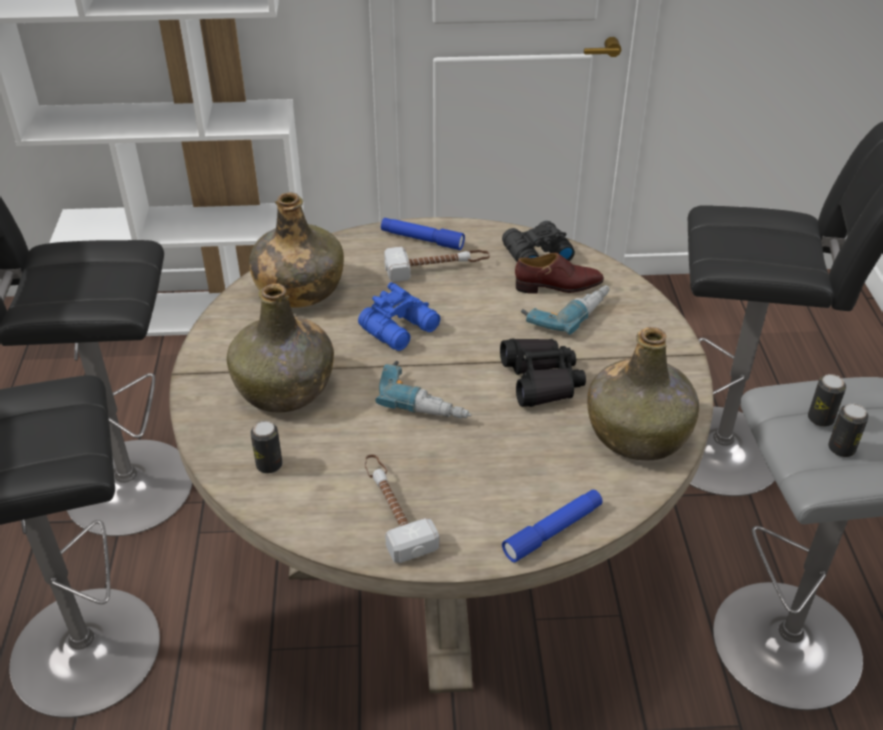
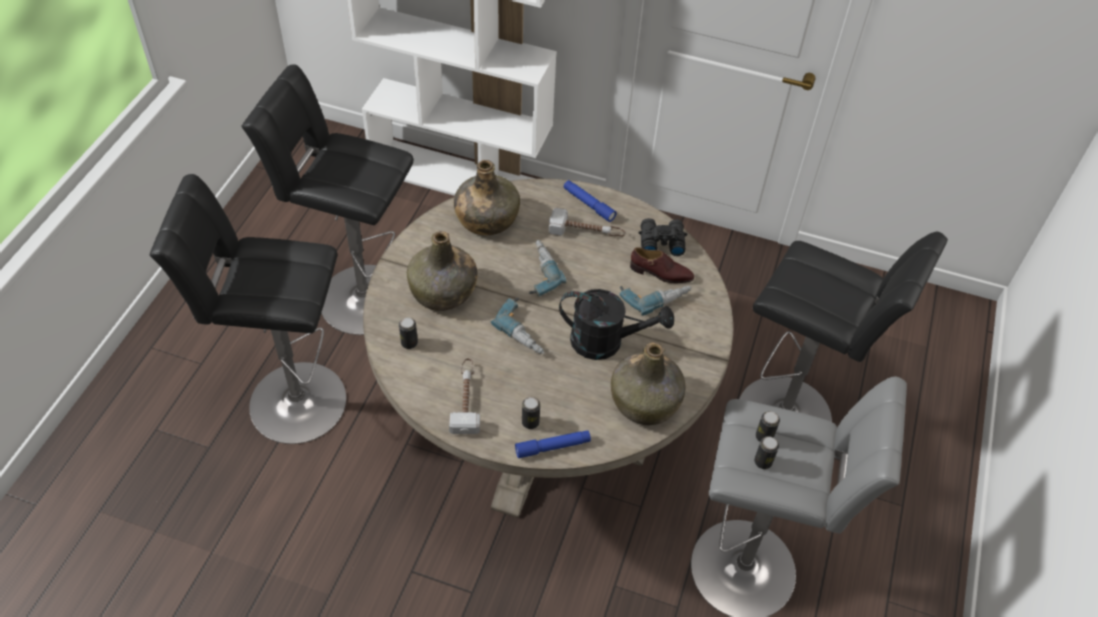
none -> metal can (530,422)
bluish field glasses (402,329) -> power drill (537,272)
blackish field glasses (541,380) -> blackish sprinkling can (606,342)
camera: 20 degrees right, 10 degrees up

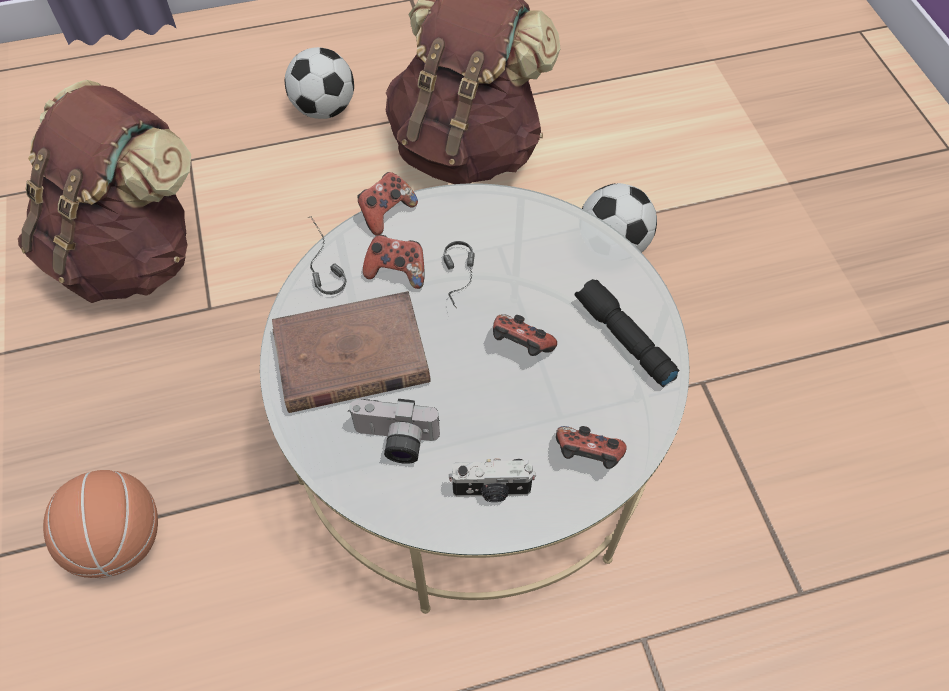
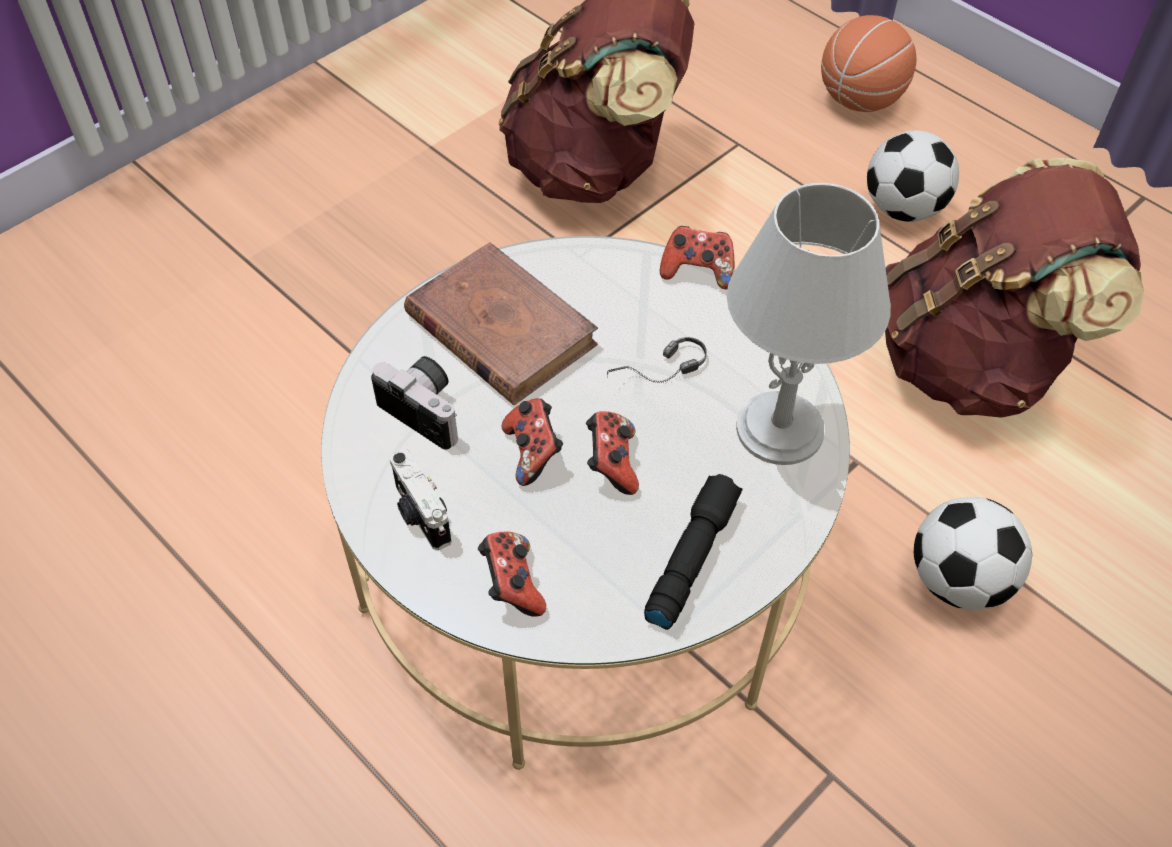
still camera (395,441) -> still camera (427,409), 150 degrees clockwise
game controller (397,271) -> game controller (533,452), move
none -> grey table lamp (780,428)
basketball ball (120,540) -> basketball ball (860,100), move
headphones (319,264) -> none
camera: 60 degrees right, 5 degrees down

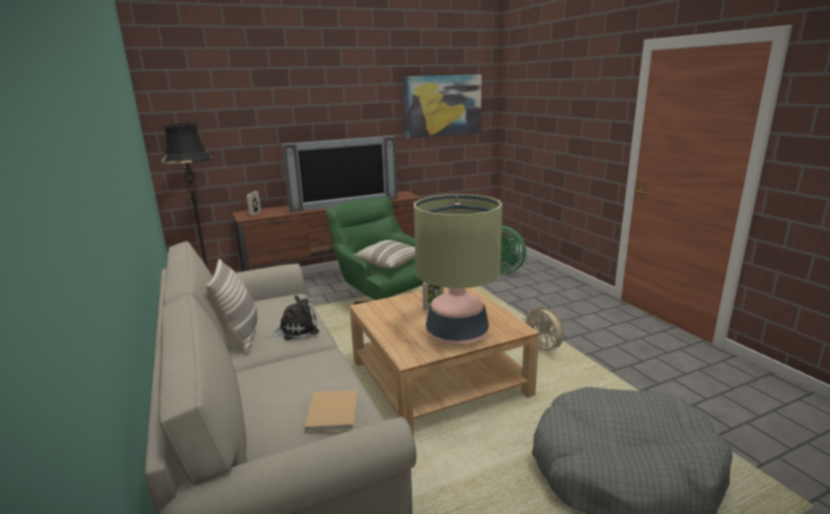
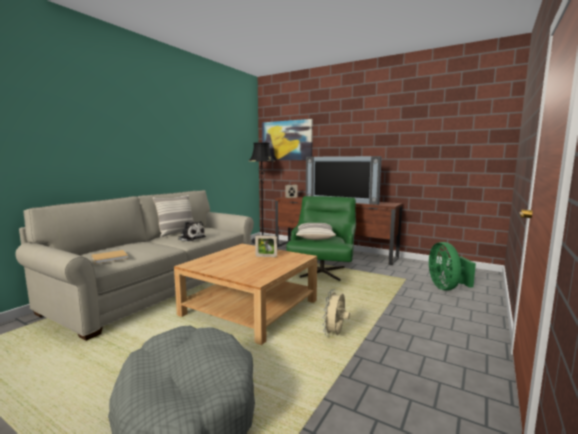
wall picture (442,105) -> wall picture (286,140), move
table lamp (457,334) -> none
camera: 55 degrees right, 10 degrees down

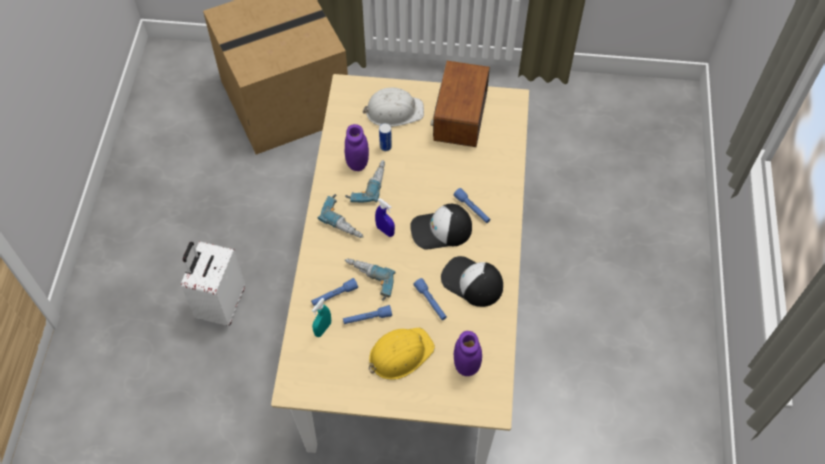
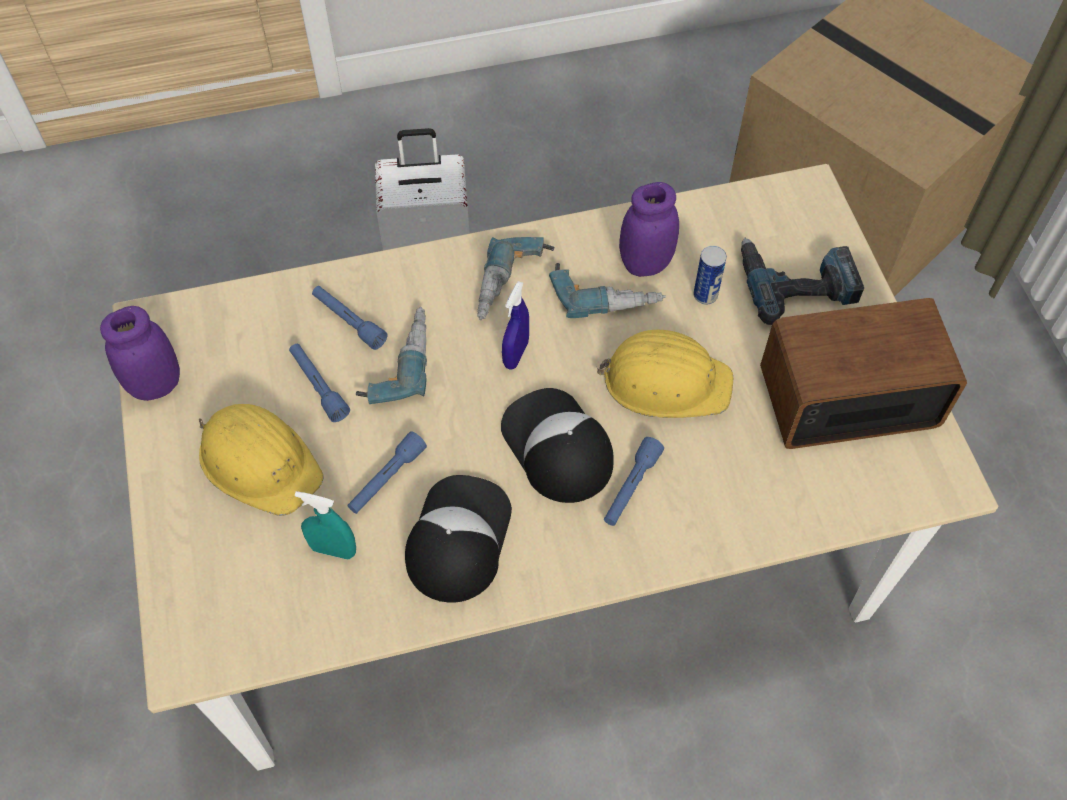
purplish preserve jar (466,365) -> purplish preserve jar (156,385), move
blue-green sprayer (323,329) -> blue-green sprayer (333,550), move
none -> yellow work helmet (665,381)
white-coloured work helmet (393,111) -> power drill (796,281)
camera: 70 degrees right, 0 degrees up

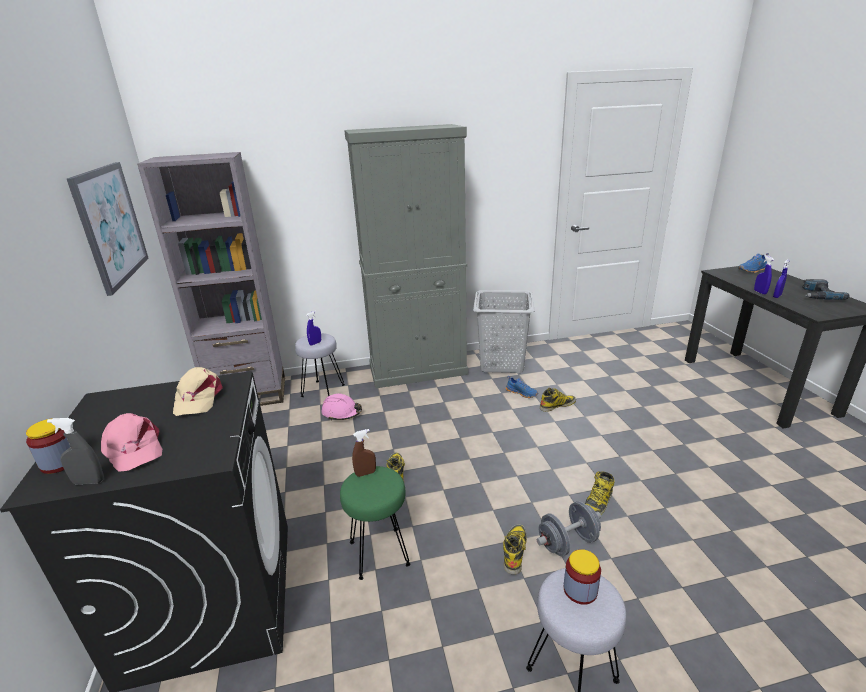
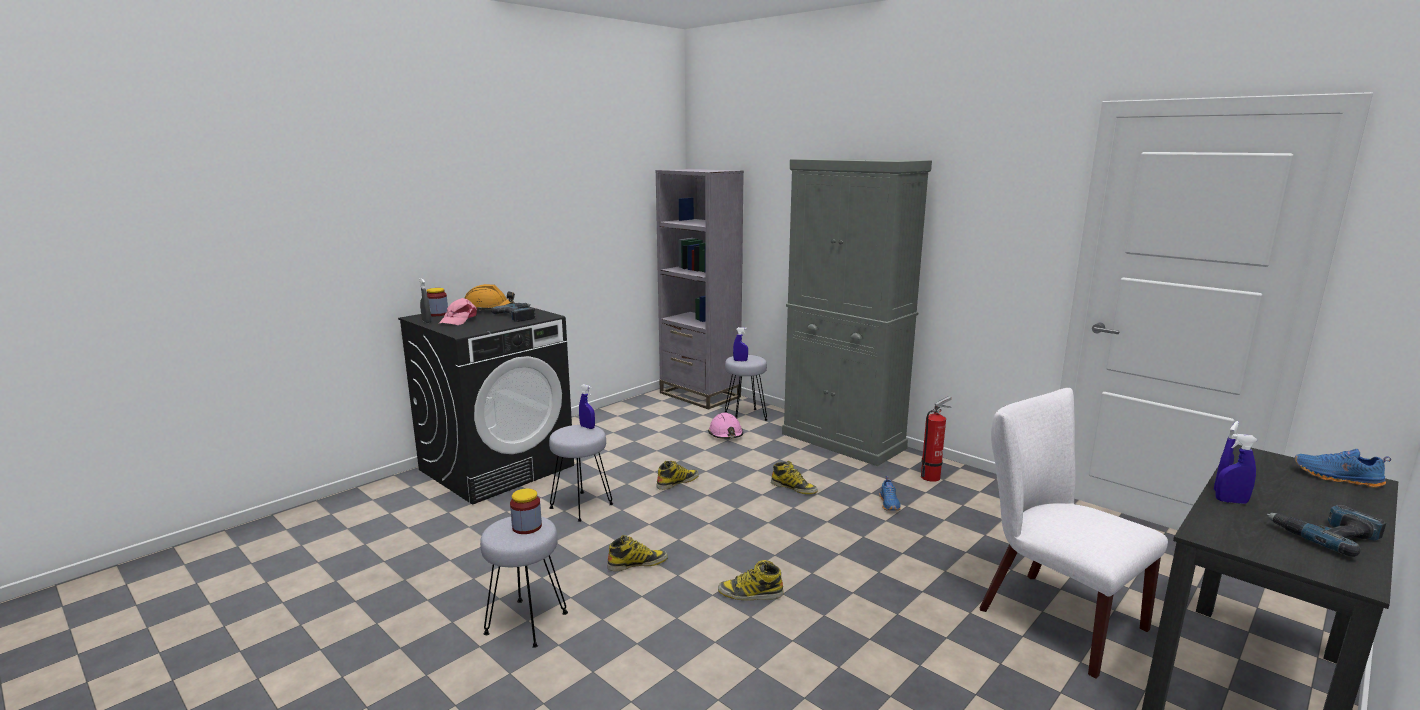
none -> orangey work helmet (488,308)
sand-coloured baseball cap (198,398) -> power drill (519,316)
green stool seat (380,553) -> grey stool seat (581,507)
brown sprayer (365,473) -> bluish sprayer (587,427)
tall boot (557,405) -> tall boot (794,488), move
grey laundry basket (501,363) -> fire extinguisher (932,476)
none -> white-coloured upright chair (1050,615)
wall picture (111,225) -> none
grey dumbbell (567,542) -> none
camera: 55 degrees right, 10 degrees down

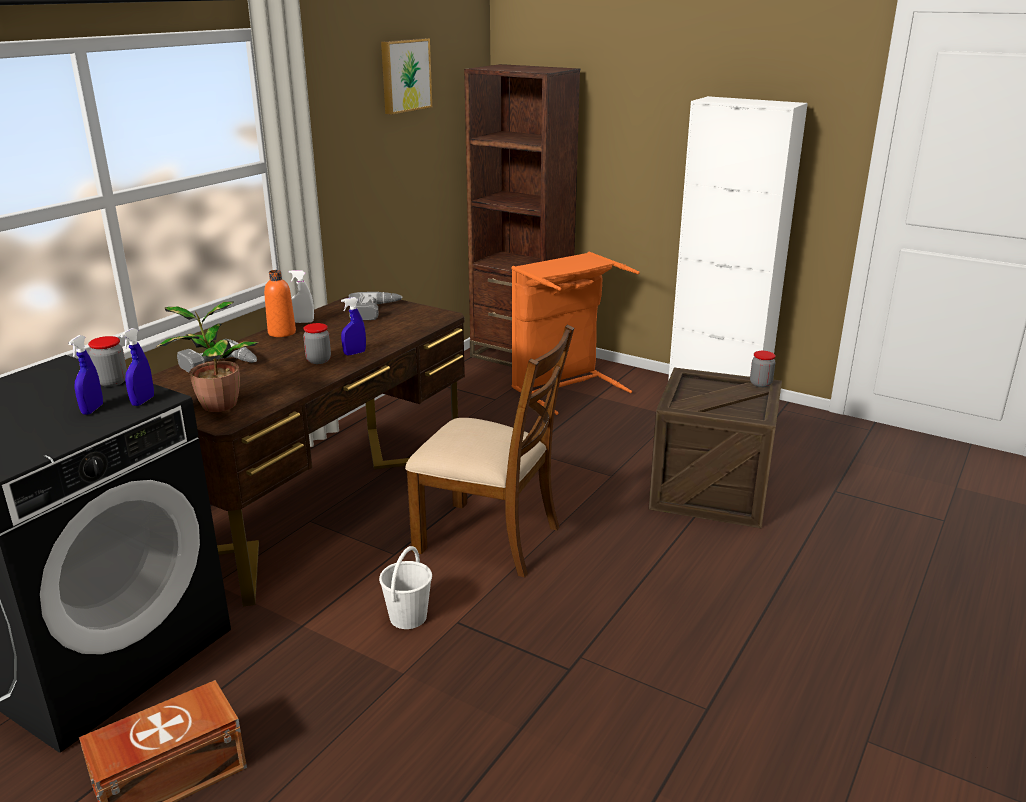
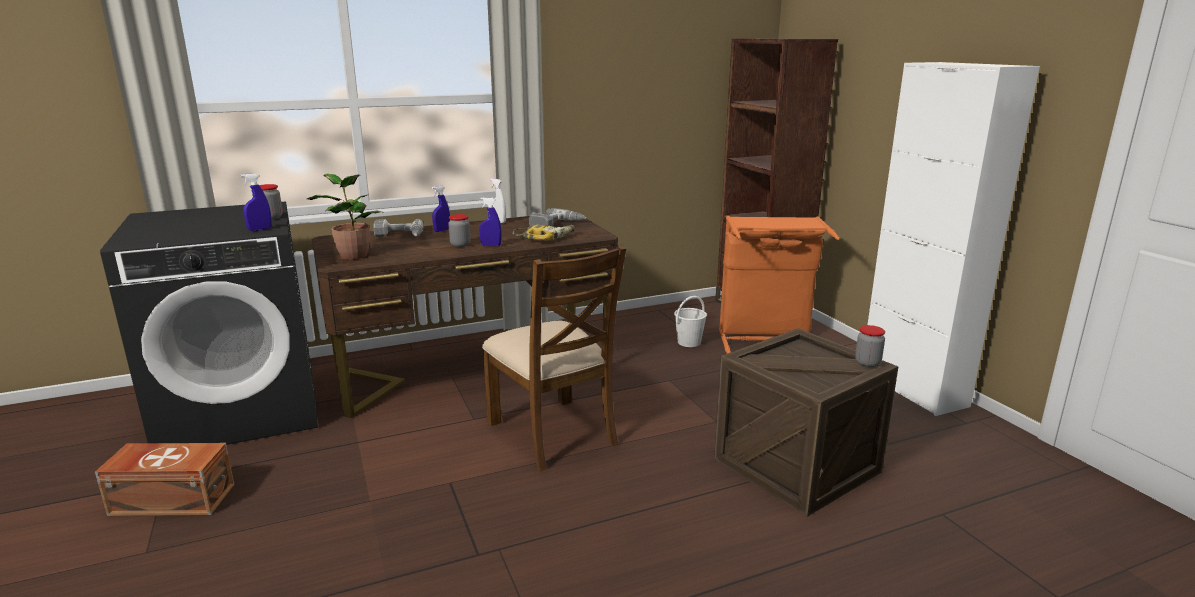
bluish sprayer (92,409) -> bluish sprayer (442,230), move
none -> power drill (545,237)
white-coloured pail (408,617) -> white-coloured pail (689,342), move
orangey bottle (282,333) -> none
wall picture (404,75) -> none
camera: 35 degrees right, 5 degrees down

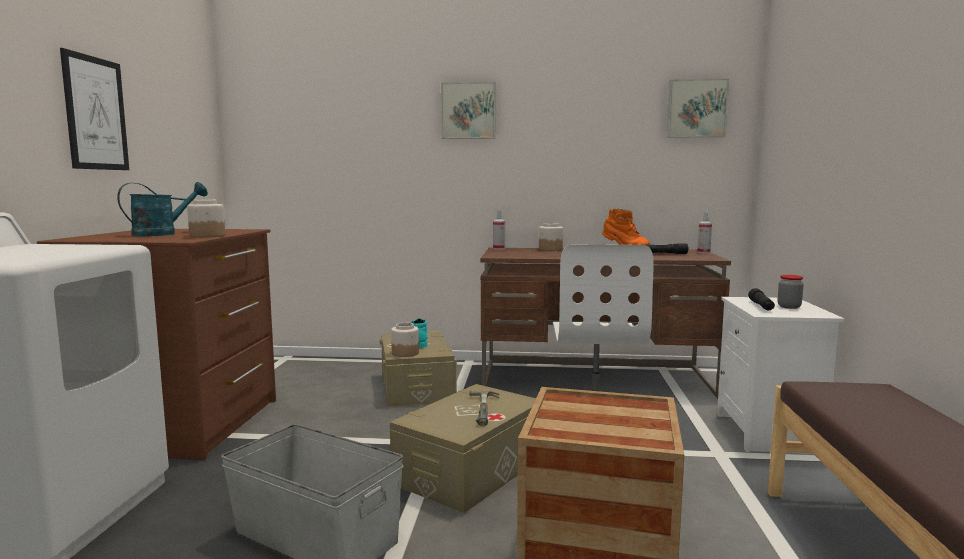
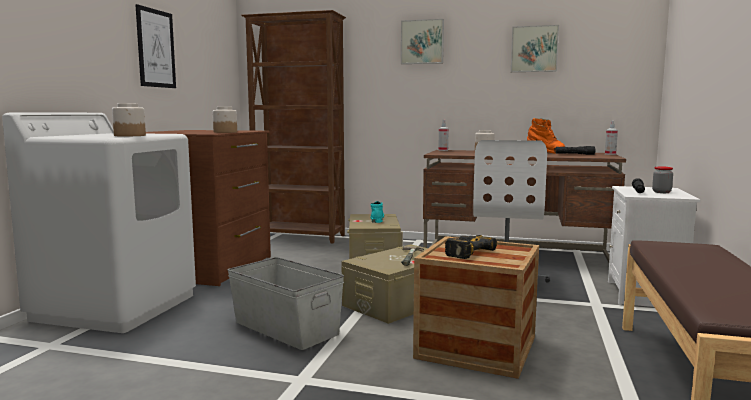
preserve jar (405,353) -> preserve jar (130,135), move
none -> brown bookcase (299,237)
none -> power drill (464,251)
wall picture (696,108) -> wall picture (534,49), move
blue-green sprinkling can (162,234) -> none
camera: 10 degrees right, 0 degrees up

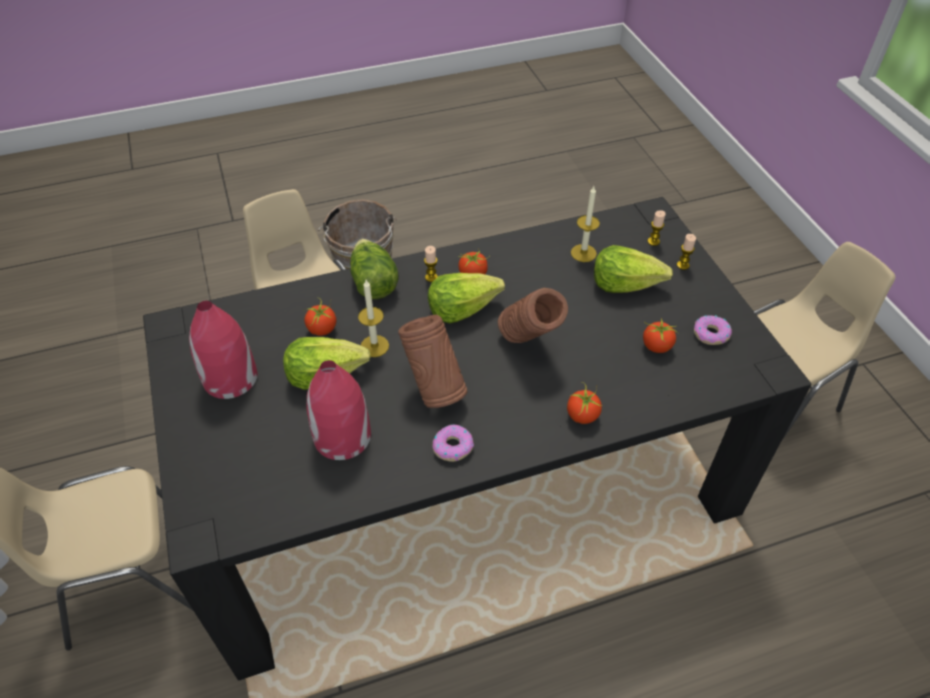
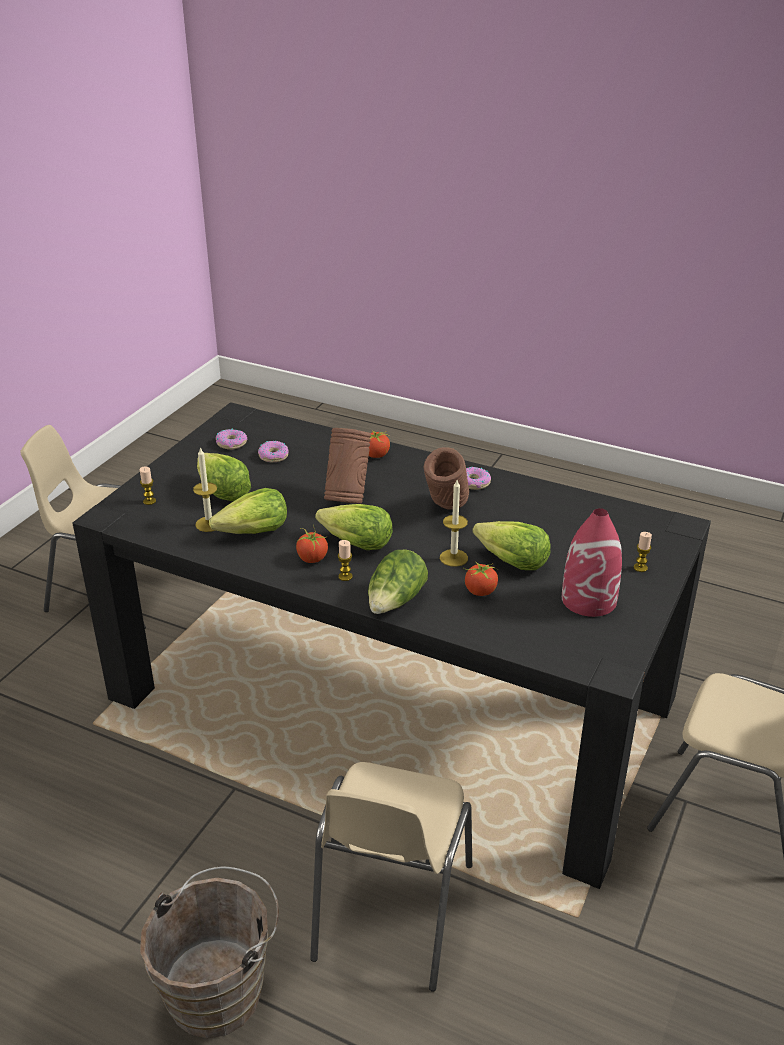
none -> lettuce (254,532)
whole tomato (656,346) -> ring doughnut (274,456)
candle (682,265) -> candle (640,568), move
reddish vase (342,437) -> none
camera: 135 degrees left, 15 degrees down

